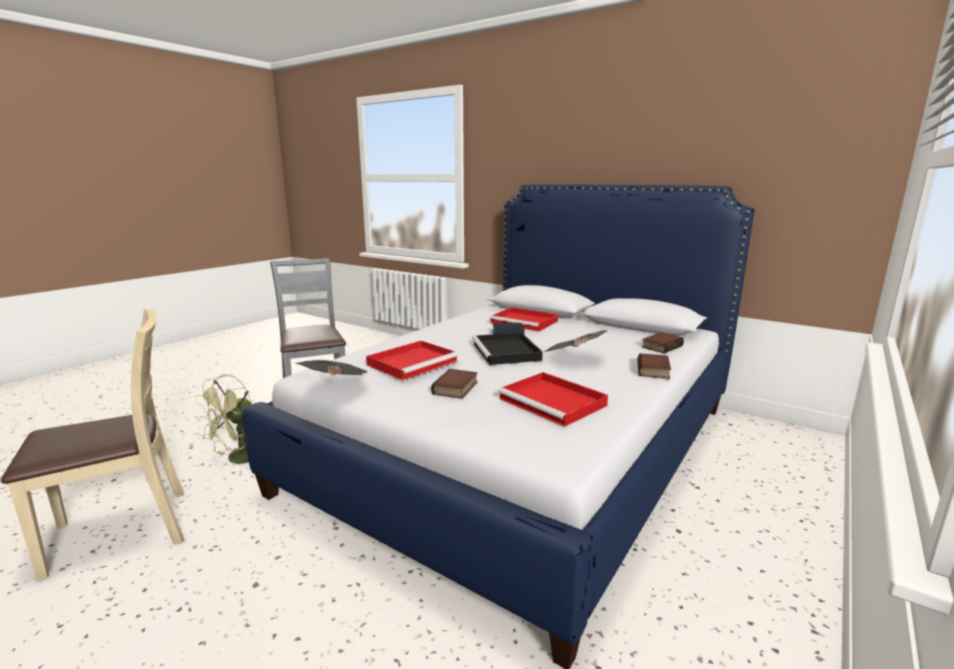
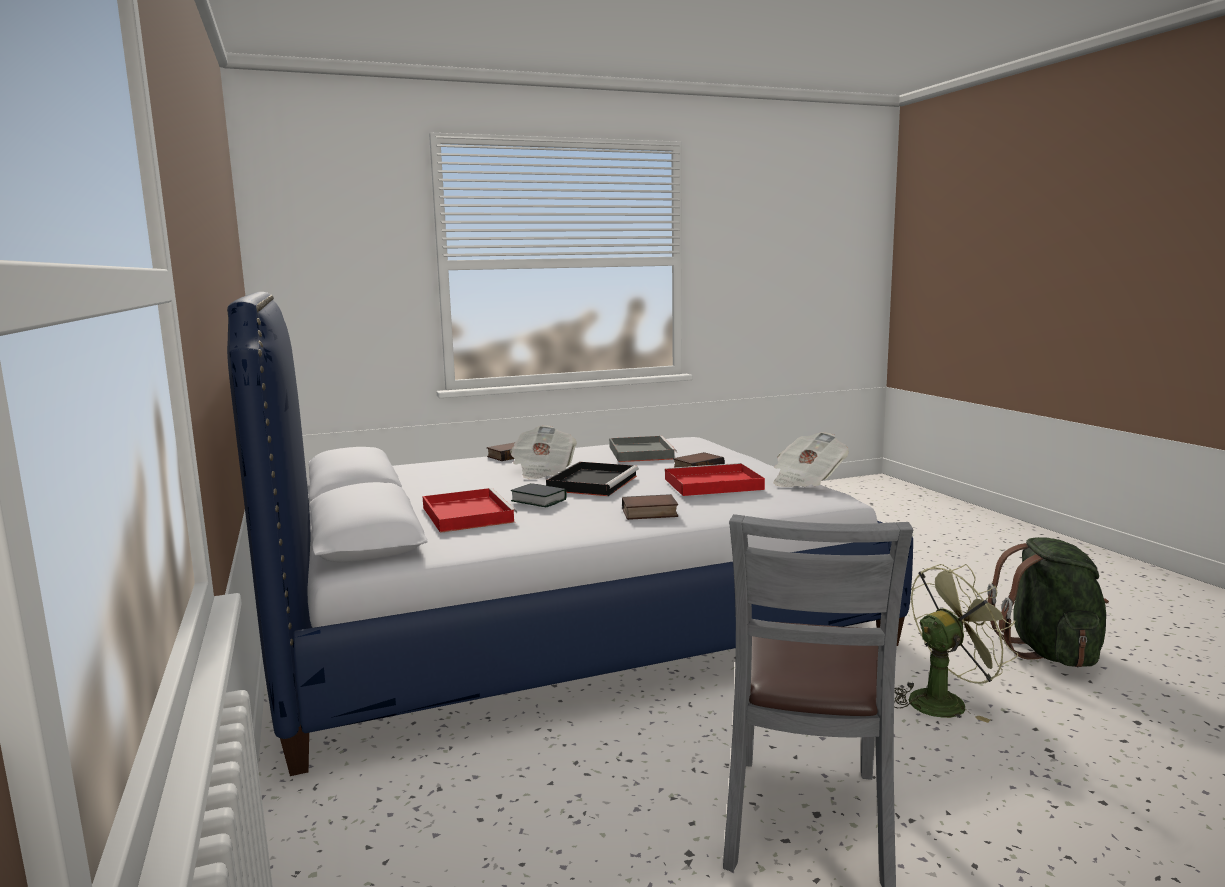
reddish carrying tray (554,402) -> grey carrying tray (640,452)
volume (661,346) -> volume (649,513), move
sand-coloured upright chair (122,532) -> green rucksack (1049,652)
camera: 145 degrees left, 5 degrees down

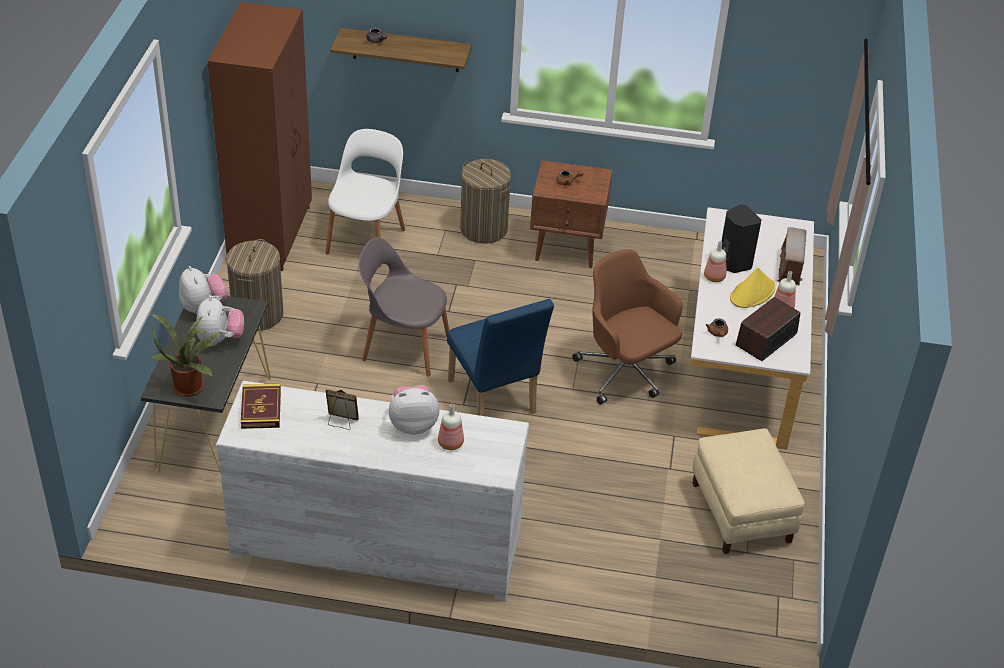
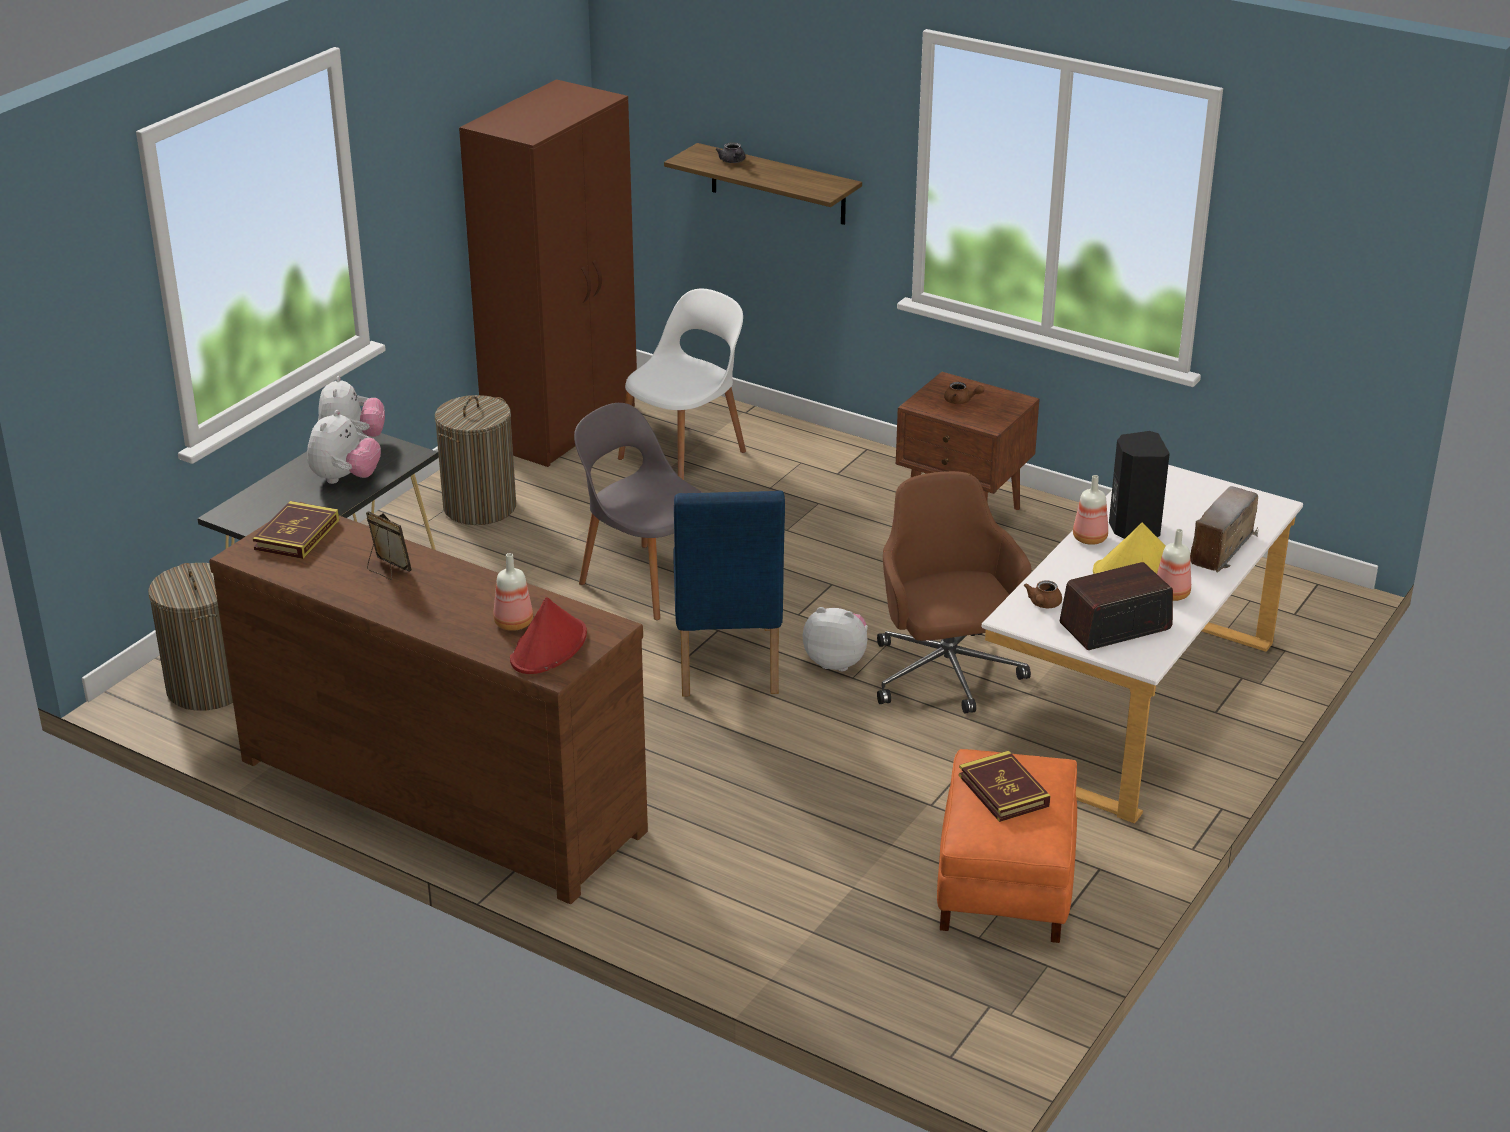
laundry basket (484,229) -> laundry basket (209,687), move
white-coloured chest of drawers (376,544) -> brown chest of drawers (441,793)
none -> reddish wearable hat (549,647)
cuddly toy (413,424) -> cuddly toy (836,661), move
sand-coloured footrest (742,512) -> orangey footrest (1006,885)
none -> volume (1003,791)
potted plant (191,385) -> none
camera: 25 degrees right, 10 degrees down

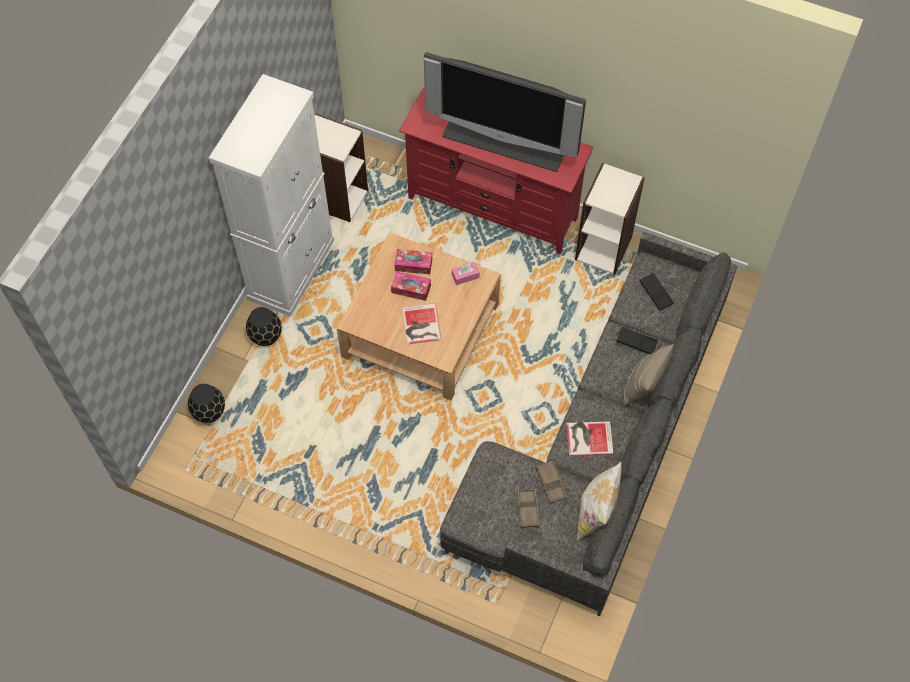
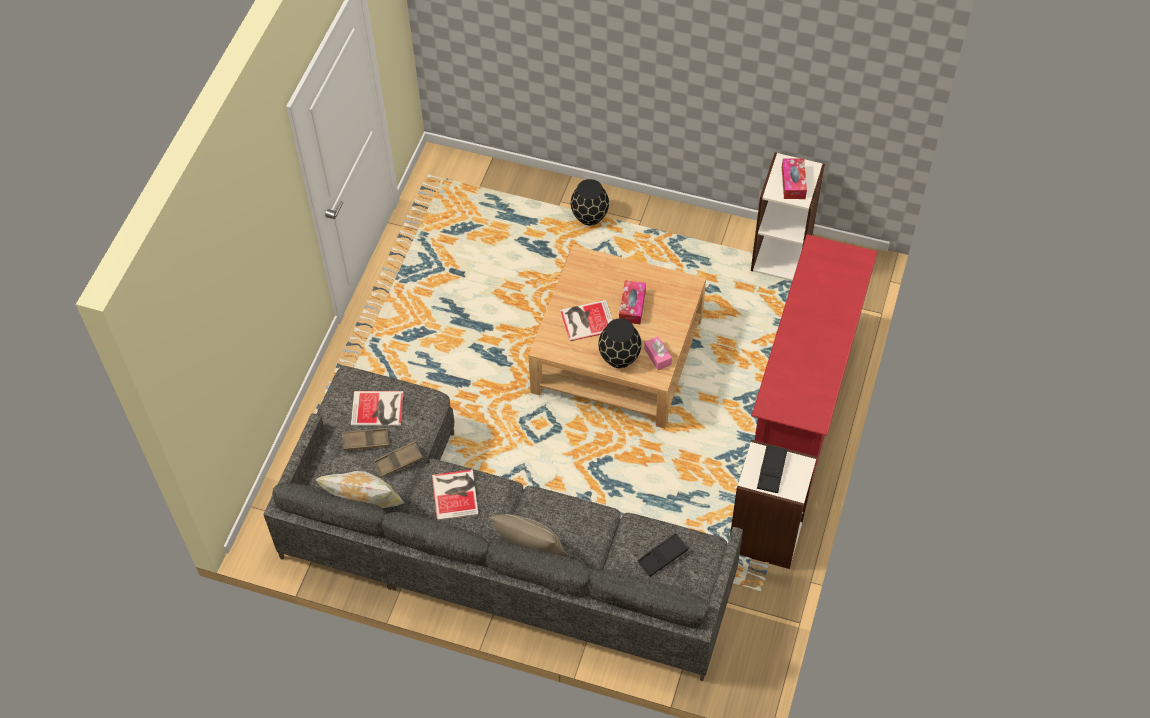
none -> volume (378,409)
blackish vase (209,412) -> blackish vase (619,357), move
blackish carrying tray (636,342) -> blackish carrying tray (771,471), move
tissue holder (413,264) -> tissue holder (793,183), move
white-coloured cabinet (291,269) -> none
TV (505,140) -> none
camera: 85 degrees right, 5 degrees down

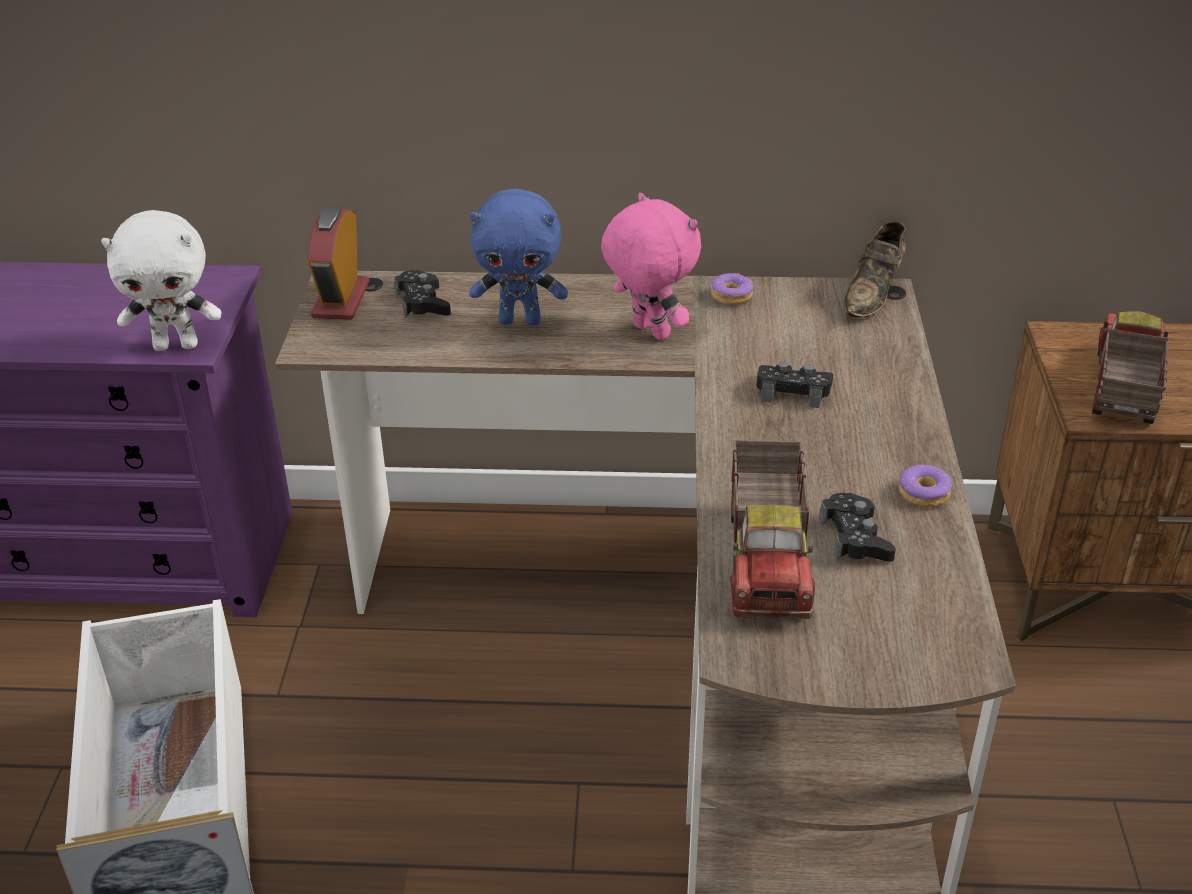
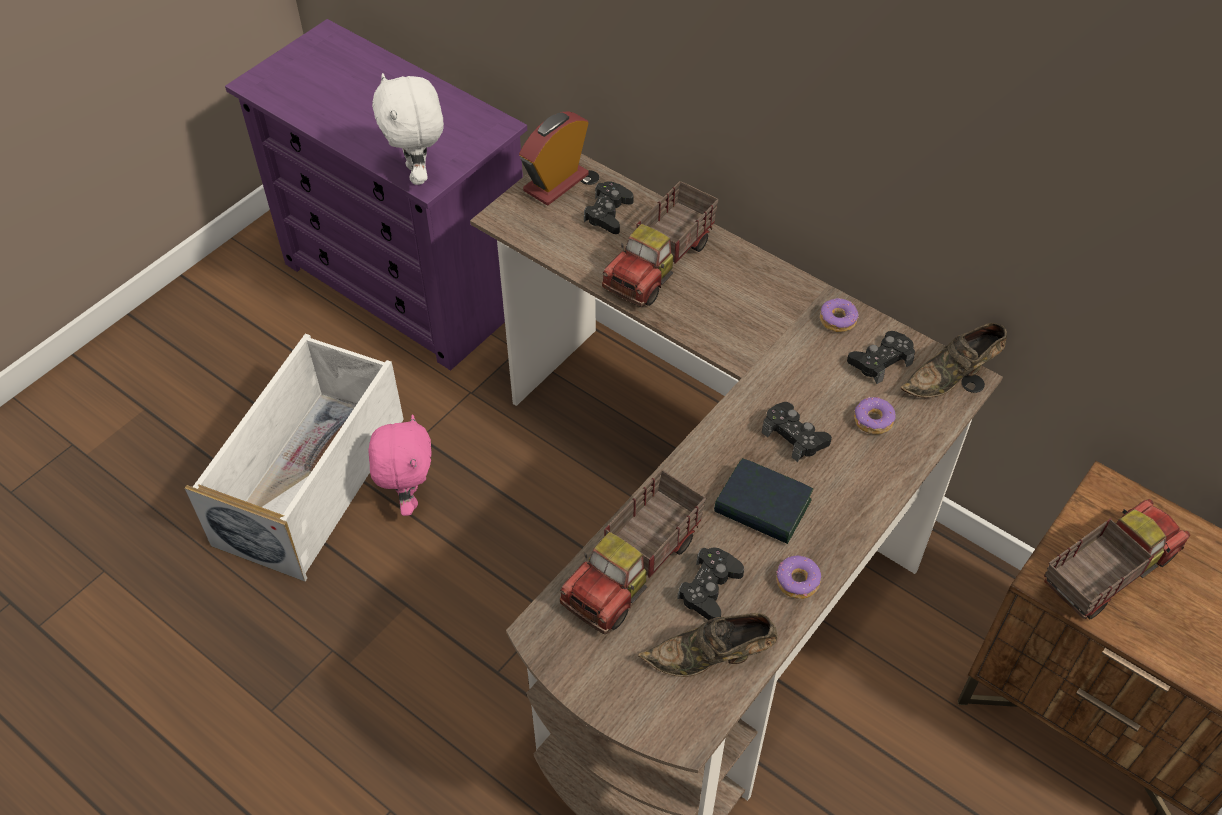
pinkish cuddly toy (648,332) -> pinkish cuddly toy (408,497), move
white-coloured cuddly toy (177,345) -> white-coloured cuddly toy (418,174), 45 degrees clockwise
bluish cuddly toy (520,320) -> toy lorry (661,264)
none -> brown shoe (711,658)
none -> volume (762,507)
none -> blackish game controller (880,361)
none -> ring doughnut (872,420)
camera: 35 degrees right, 15 degrees up

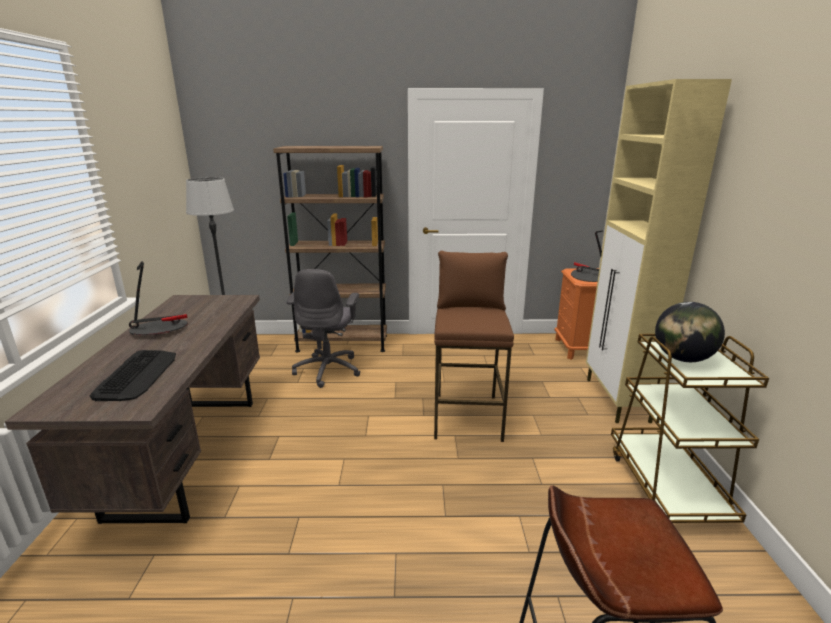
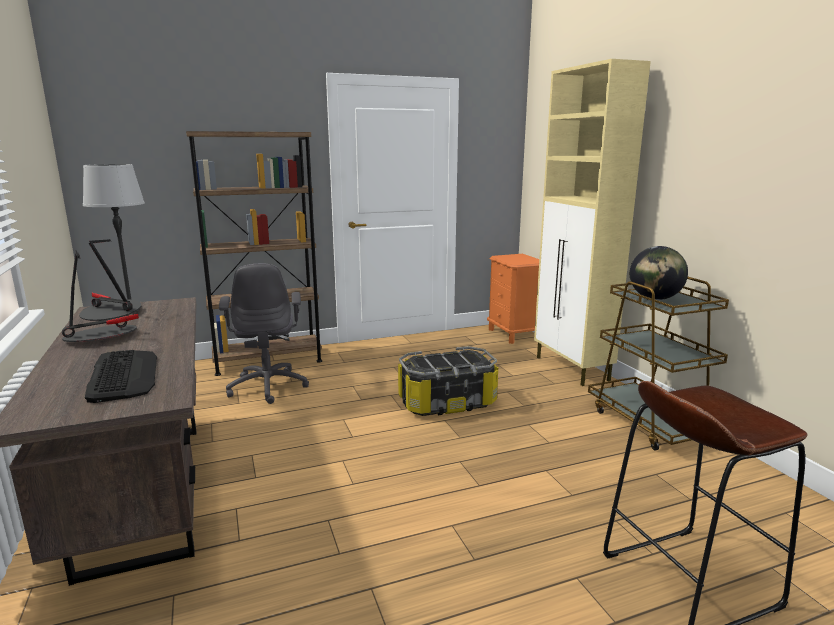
table lamp (589,276) -> table lamp (111,312), move
brown stool seat (468,416) -> storage container (447,402)
camera: 20 degrees left, 5 degrees down

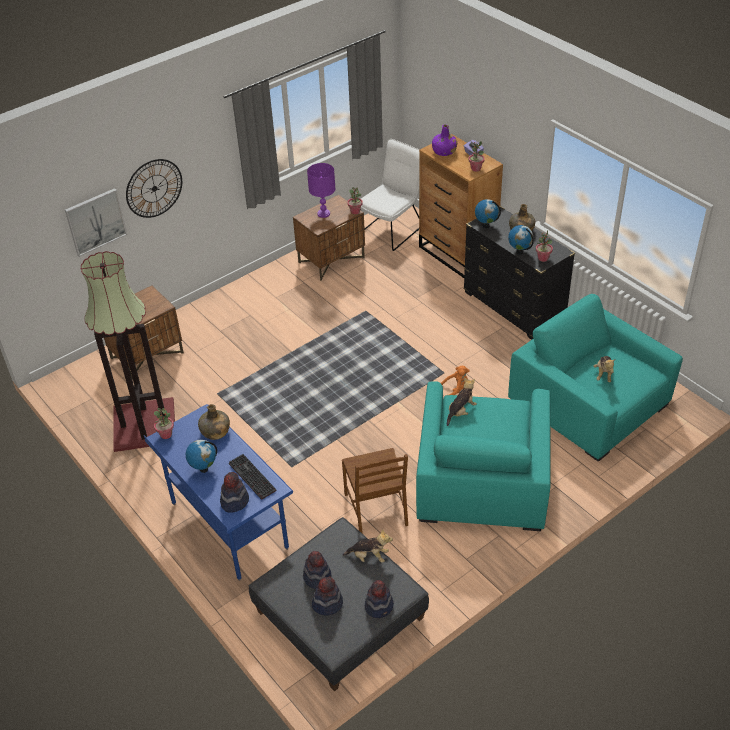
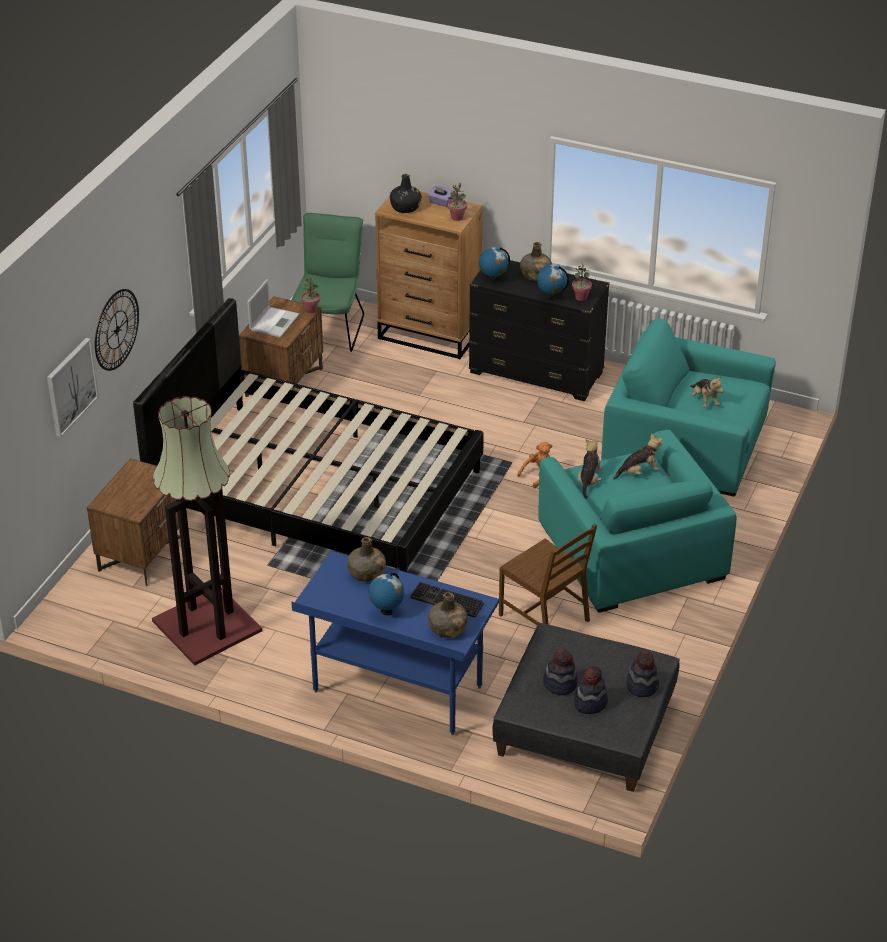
none -> blackish bedroom bed (316,490)
purplish table lamp (323,213) -> notebook computer (274,322)
white-coloured upright chair (393,228) -> green upright chair (330,327)
purplish bottle (444,151) -> blackish bottle (405,207)
wearable hat (234,501) -> green bottle (447,629)
cuddly toy (369,556) -> cuddly toy (638,472), move
potted plant (166,434) -> none
camera: 30 degrees left, 5 degrees down

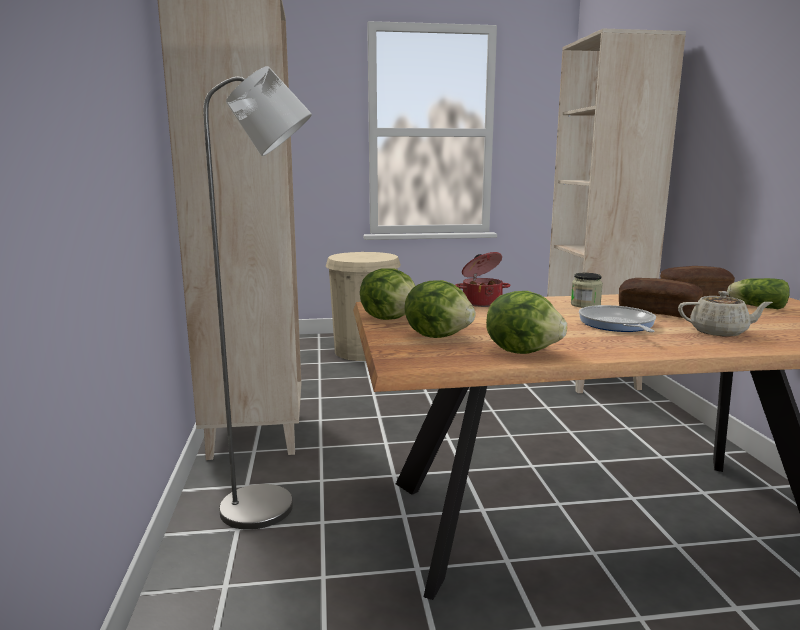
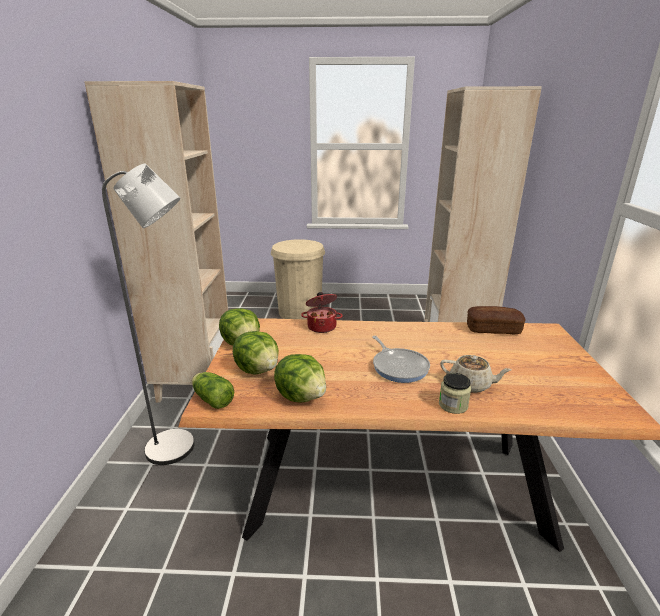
lettuce (755,306) -> lettuce (212,399), move
skillet (617,325) -> skillet (399,366), 150 degrees clockwise
preserve jar (585,305) -> preserve jar (453,405), move
bread (657,312) -> none
camera: 10 degrees right, 10 degrees up

